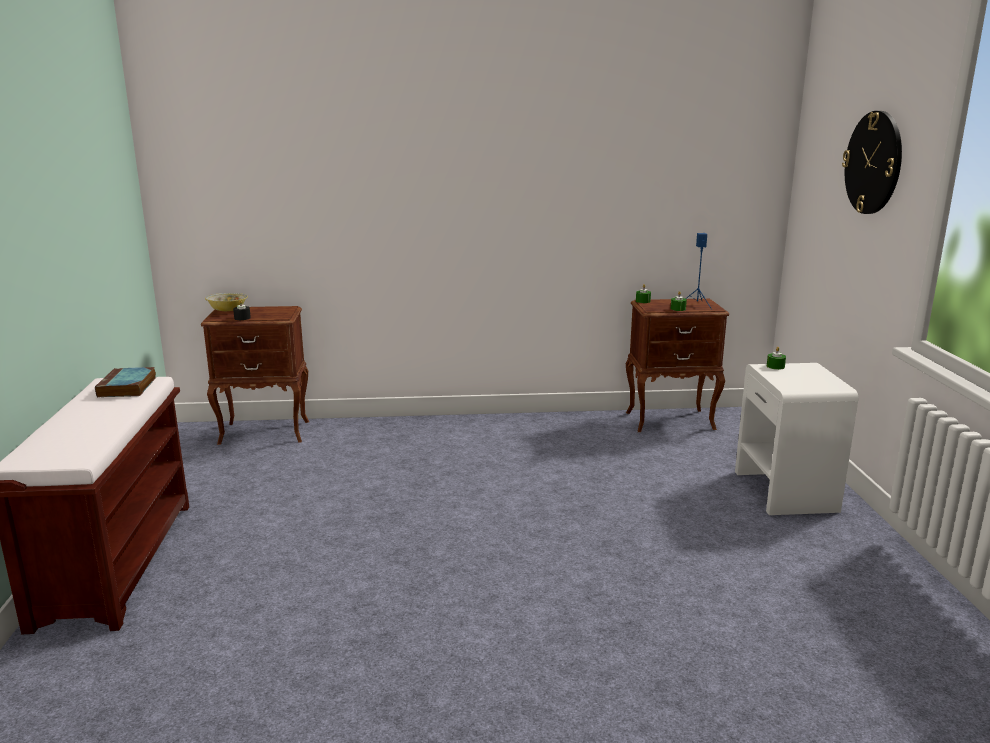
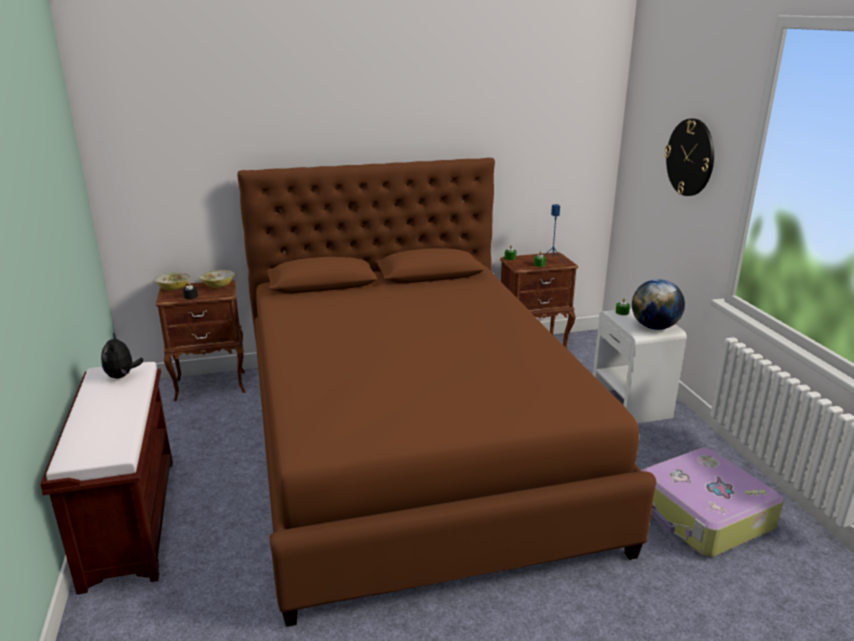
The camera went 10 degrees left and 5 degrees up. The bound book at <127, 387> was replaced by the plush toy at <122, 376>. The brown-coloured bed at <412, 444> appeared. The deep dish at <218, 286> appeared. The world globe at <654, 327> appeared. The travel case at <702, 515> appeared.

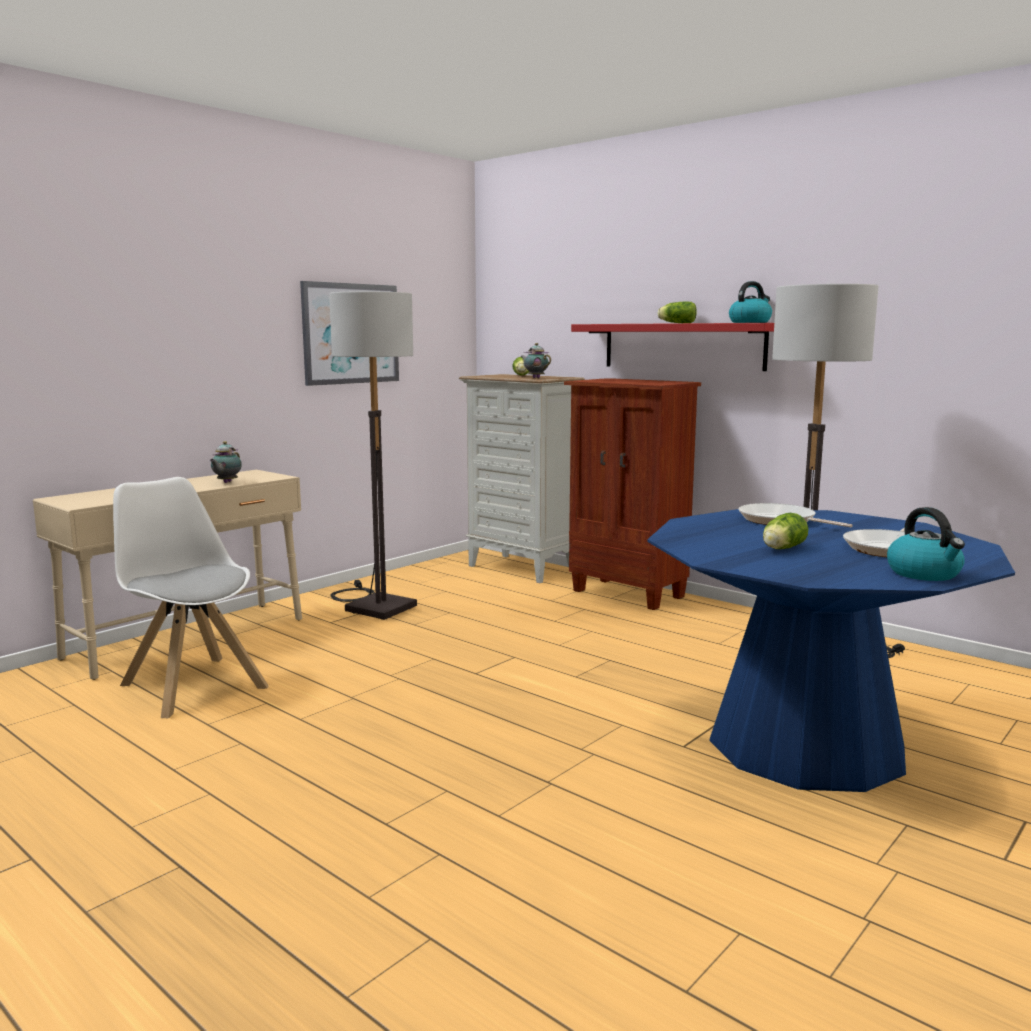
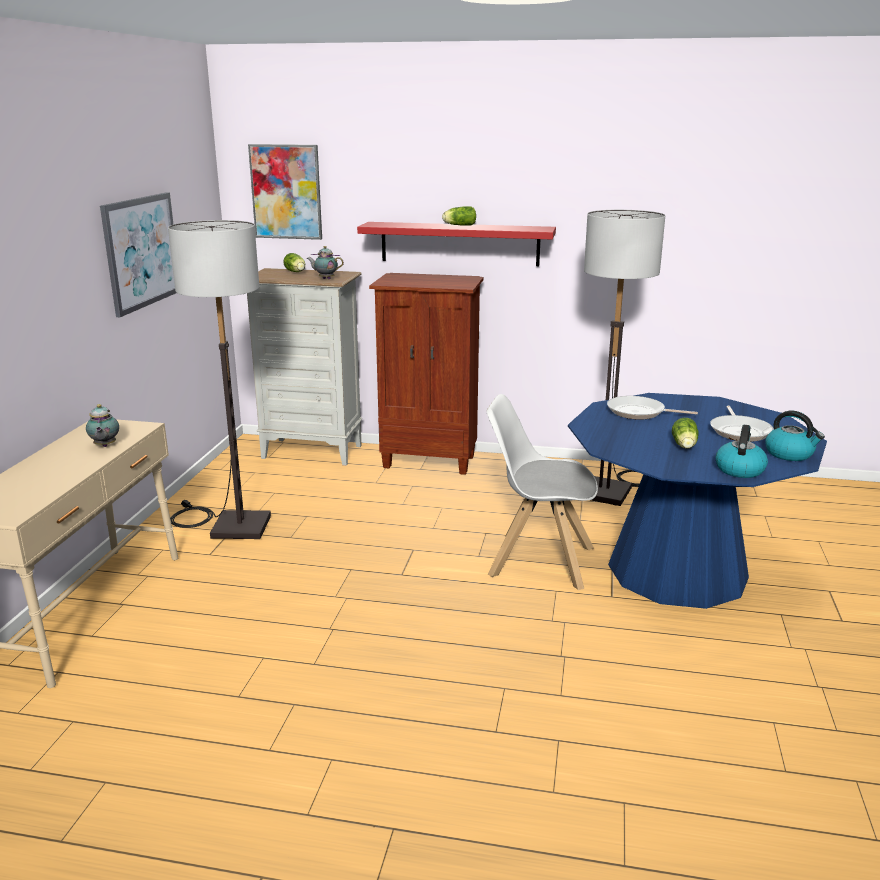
The camera went 30 degrees left and 10 degrees up. The kettle moved from <750, 322> to <739, 469>. The chair moved from <192, 685> to <538, 561>. The wall picture at <286, 192> appeared.

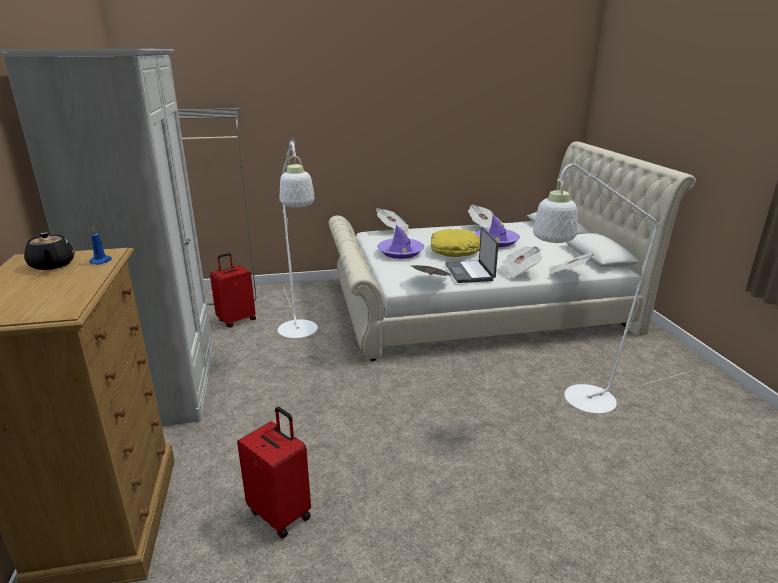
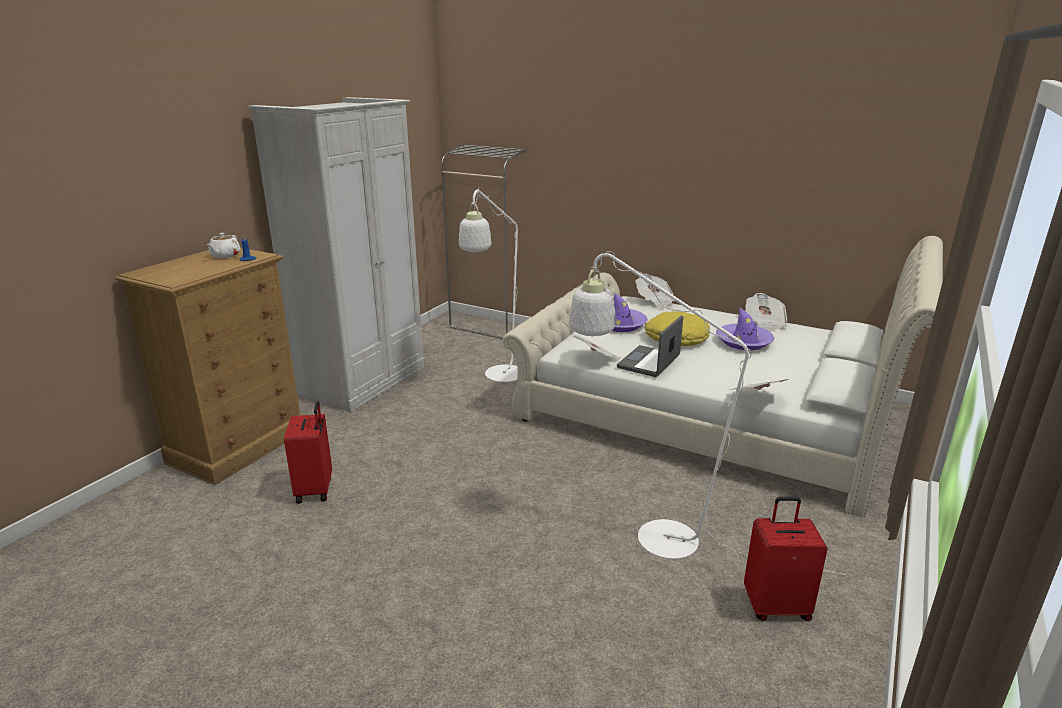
The camera went 40 degrees right and 0 degrees up. The black teapot at <52, 265> became the whitish teapot at <225, 256>. The newspaper at <516, 273> disappeared. The reddish travel case moved from <236, 320> to <776, 606>.

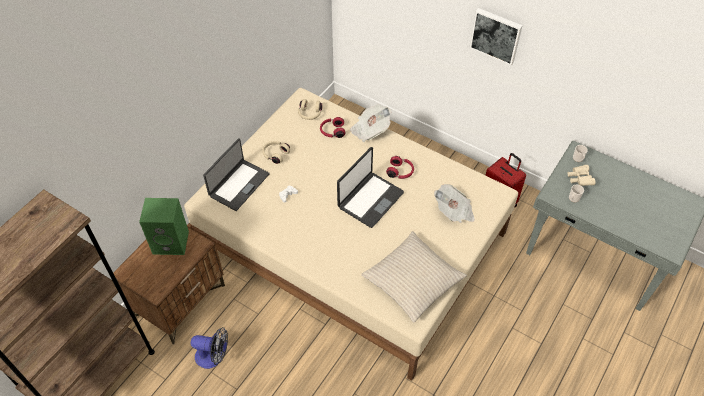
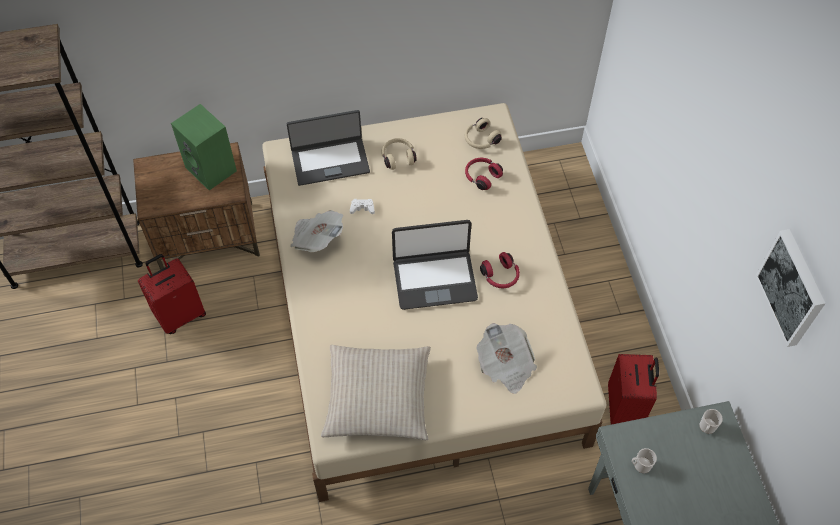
The camera went 45 degrees right and 5 degrees up. The wall picture moved from <496, 35> to <793, 287>. The newspaper moved from <370, 130> to <317, 238>. The beige pair of binoculars at <579, 179> disappeared. The cooling fan at <213, 357> was replaced by the reddish travel case at <180, 314>.

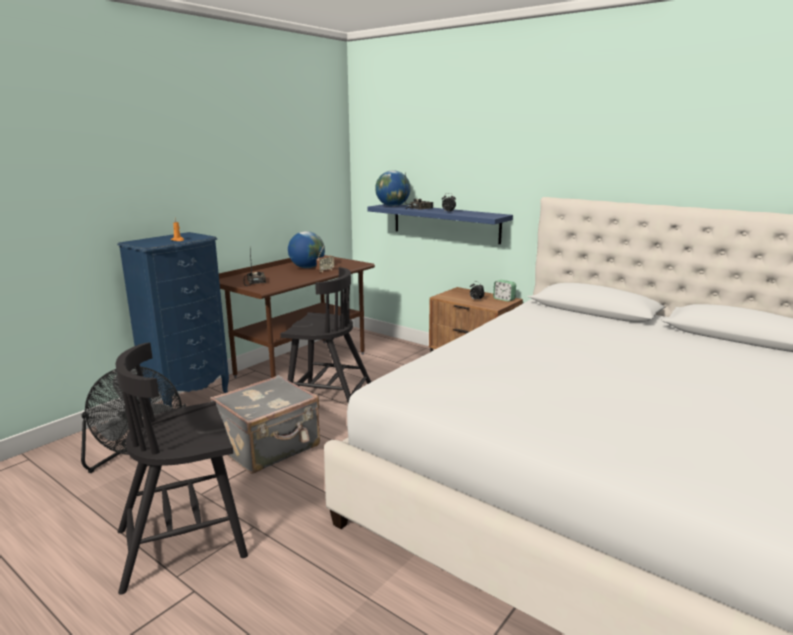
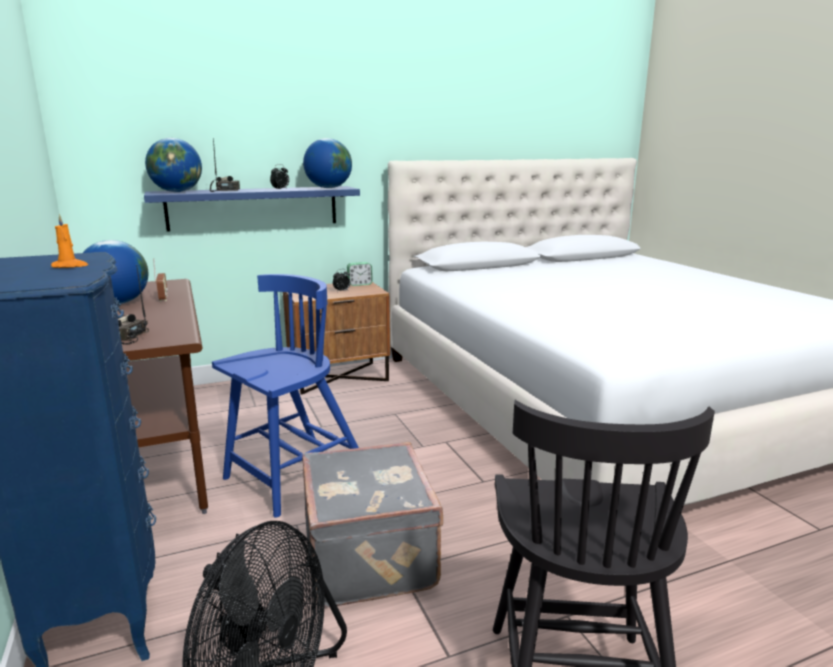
The camera went 60 degrees left and 0 degrees up. The black chair at <329, 401> became the blue chair at <294, 475>. The world globe at <328, 188> appeared.

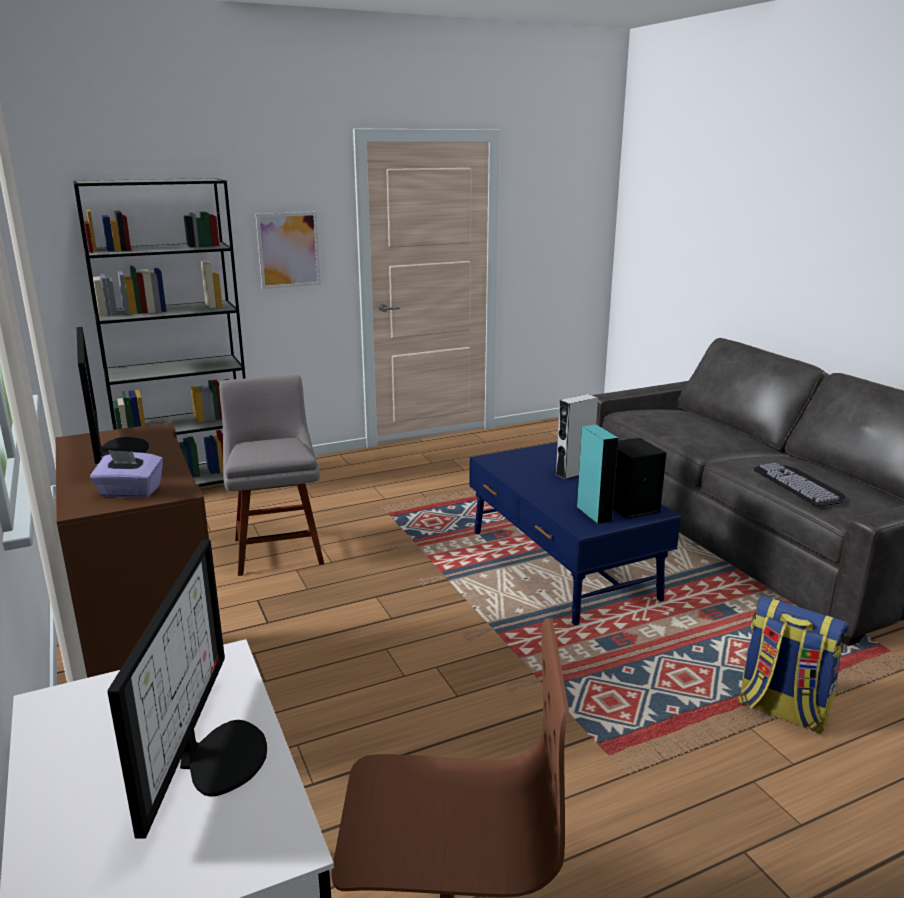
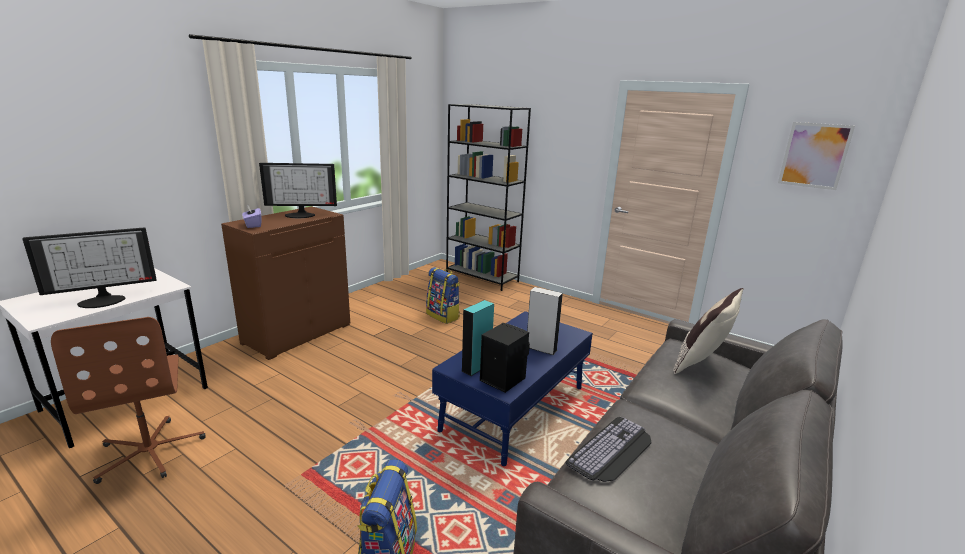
The camera went 60 degrees right and 0 degrees up. The wall picture moved from <288, 250> to <814, 155>. The monitor at <116, 450> turned 45 degrees clockwise. The gray chair at <278, 548> was replaced by the backpack at <443, 316>. The cushion at <702, 364> appeared.

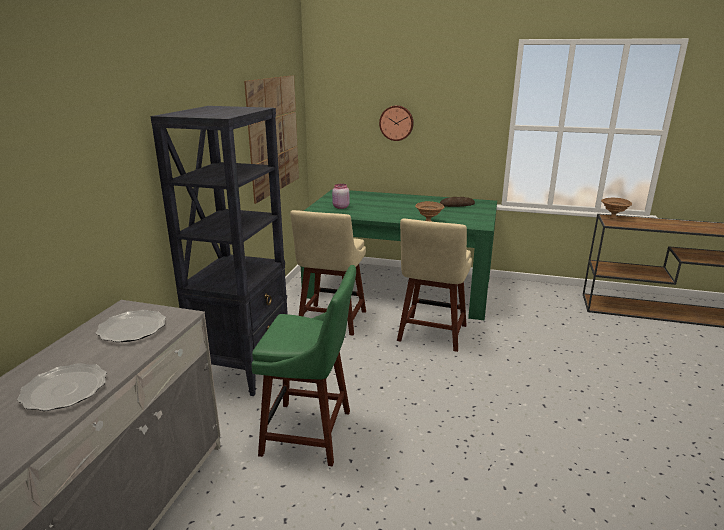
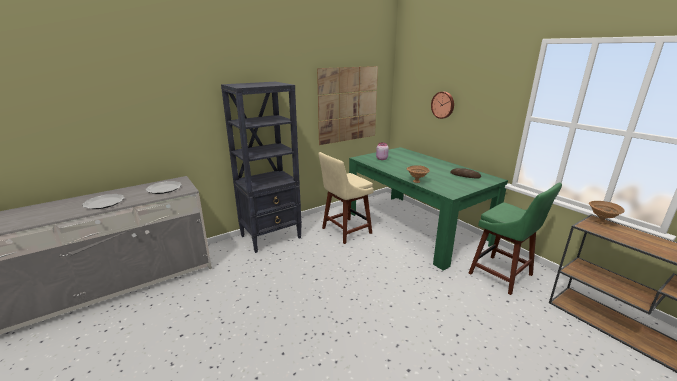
The camera went 40 degrees right and 0 degrees up. The beige chair at <431, 335> disappeared. The greenish chair moved from <312, 433> to <503, 275>.

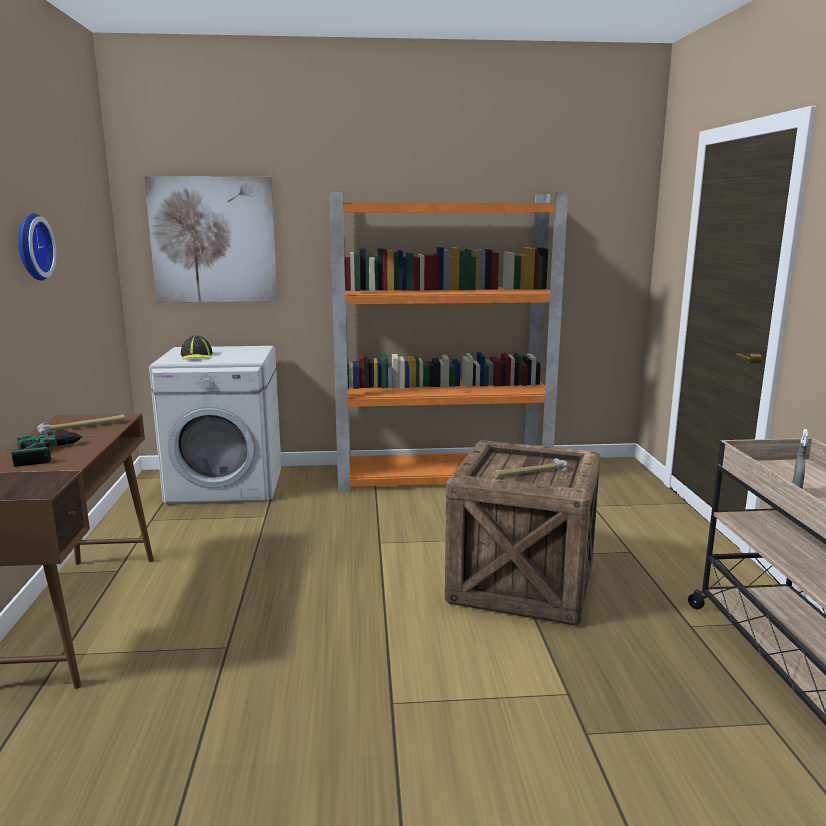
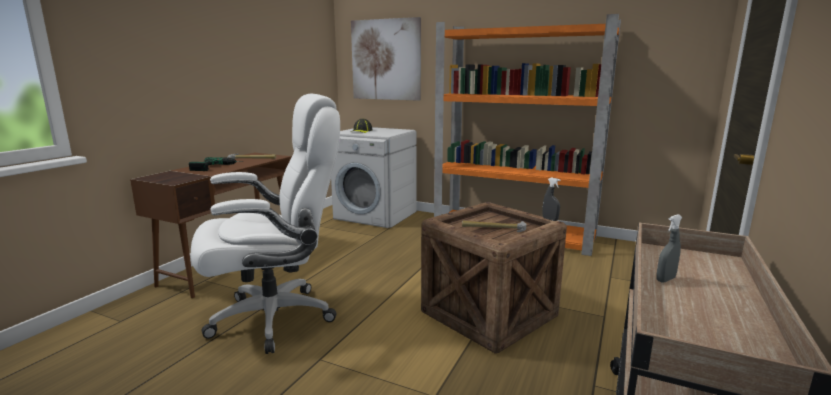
The camera went 30 degrees right and 0 degrees up. The clock on the wall at <31, 247> disappeared. The whitish office chair at <275, 318> appeared. The gray sprayer at <550, 219> appeared.

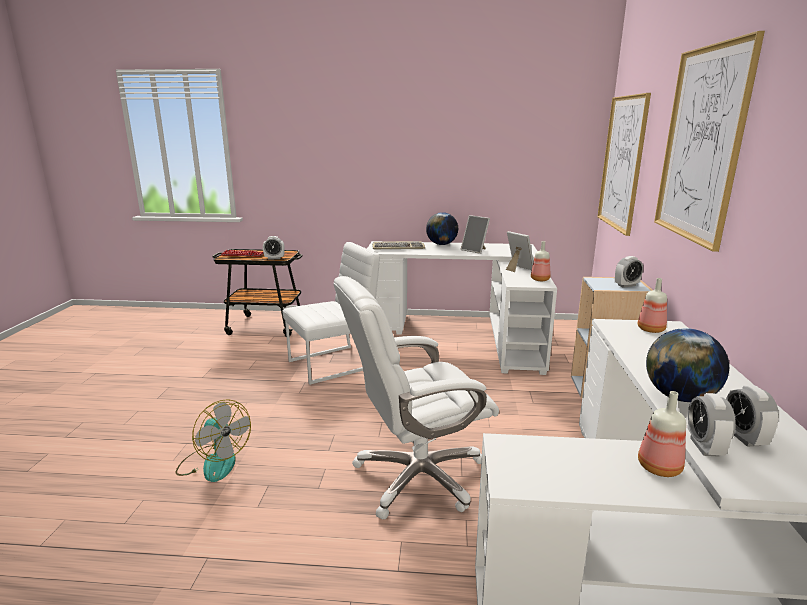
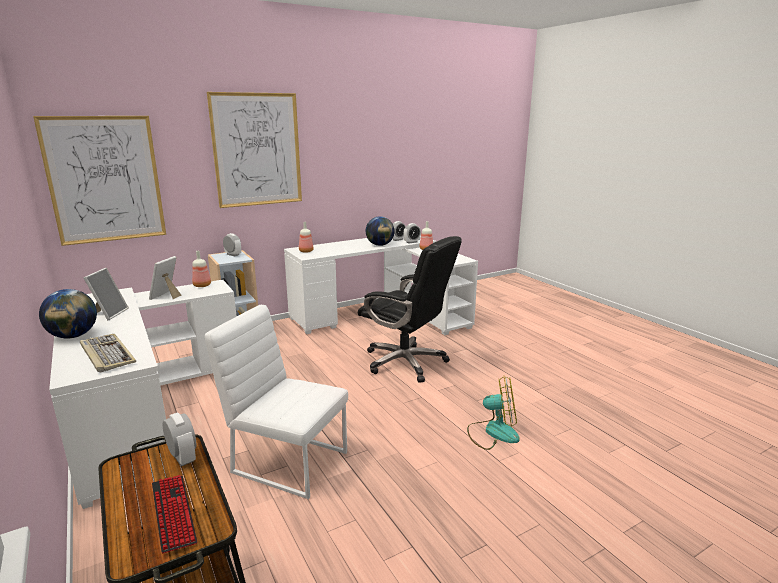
The camera went 125 degrees left and 0 degrees up. The whitish office chair at <417, 477> became the black office chair at <406, 362>. The cooling fan at <214, 462> turned 90 degrees clockwise.

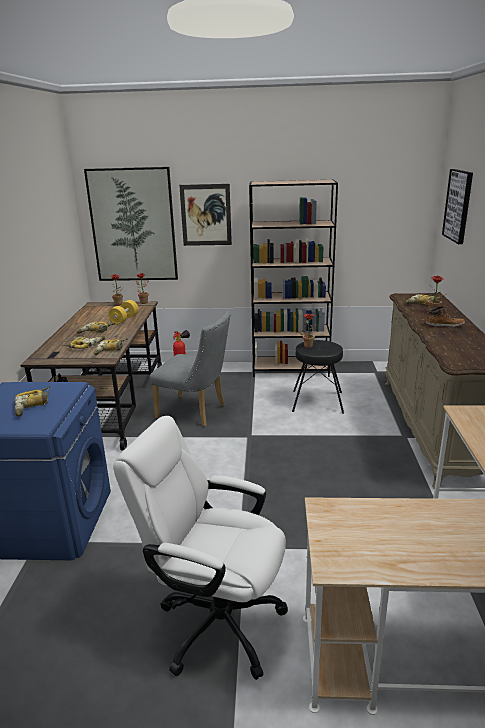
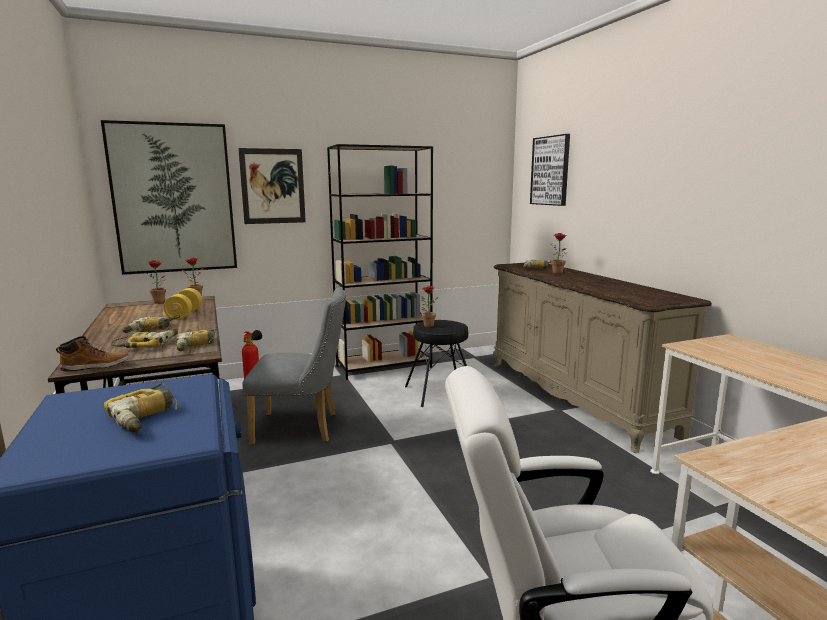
The camera went 25 degrees left and 10 degrees down. The boot moved from <444, 325> to <96, 366>.

